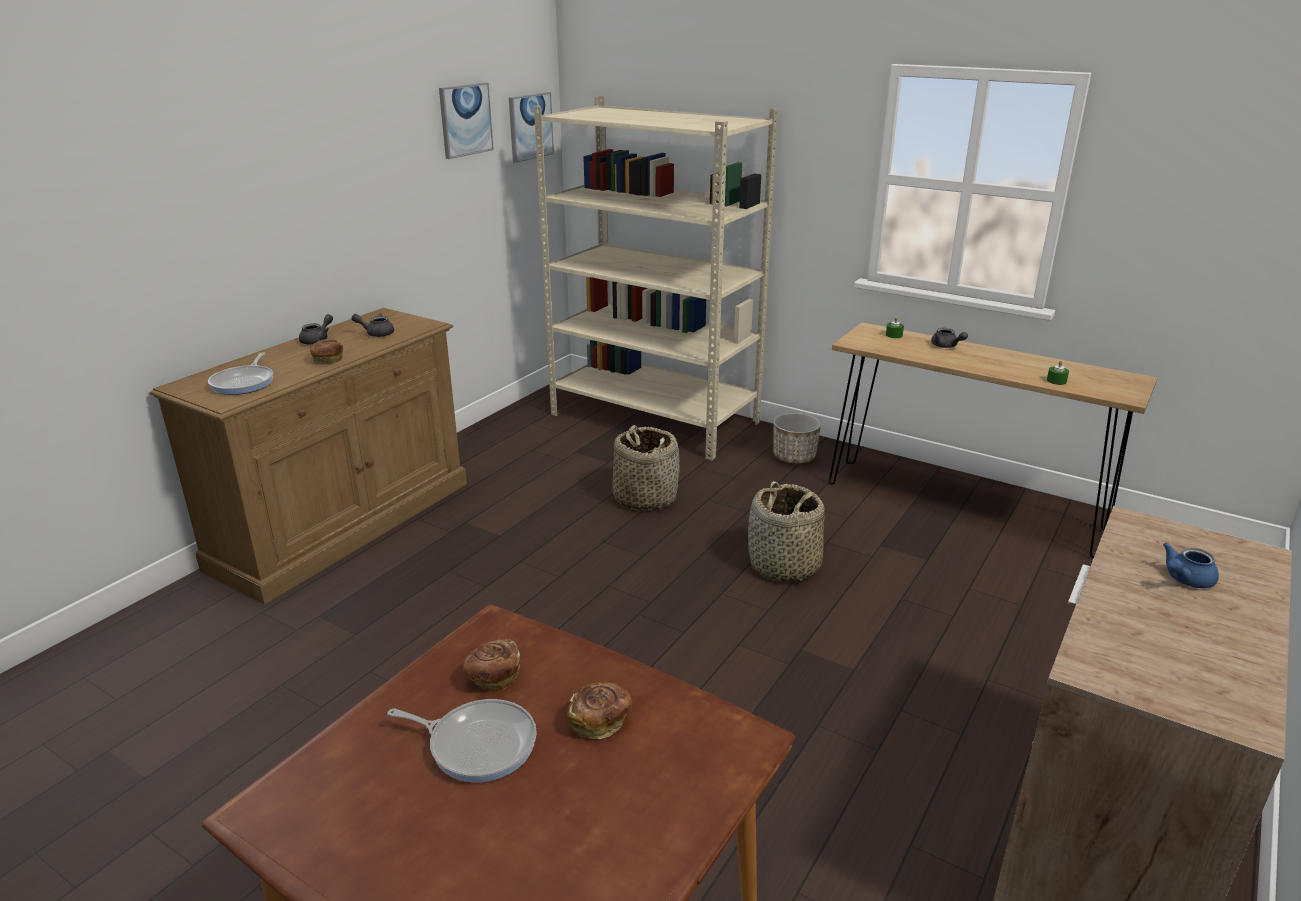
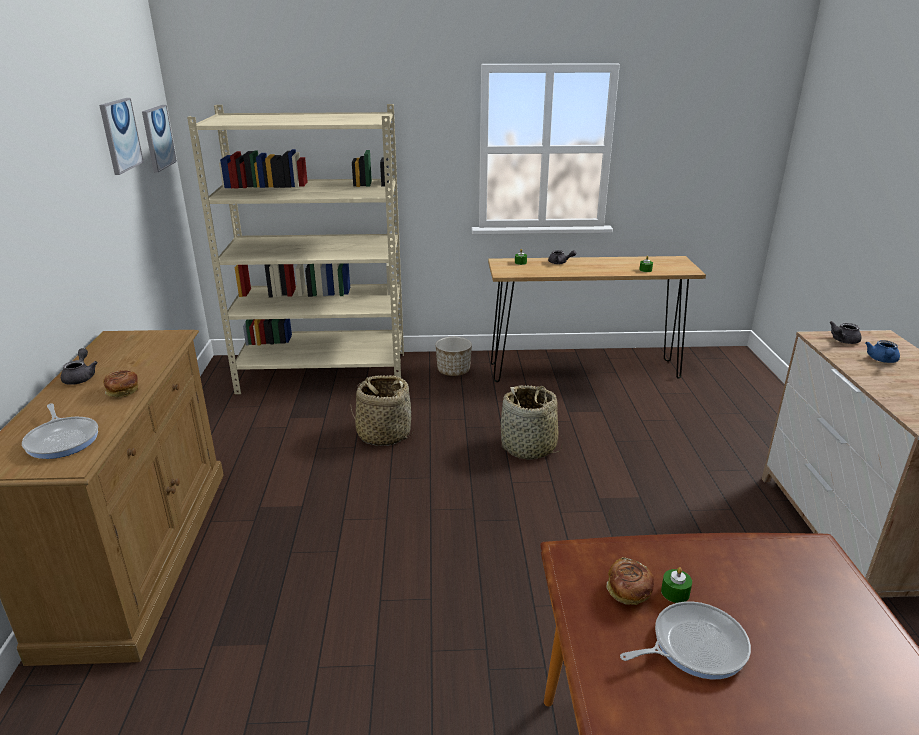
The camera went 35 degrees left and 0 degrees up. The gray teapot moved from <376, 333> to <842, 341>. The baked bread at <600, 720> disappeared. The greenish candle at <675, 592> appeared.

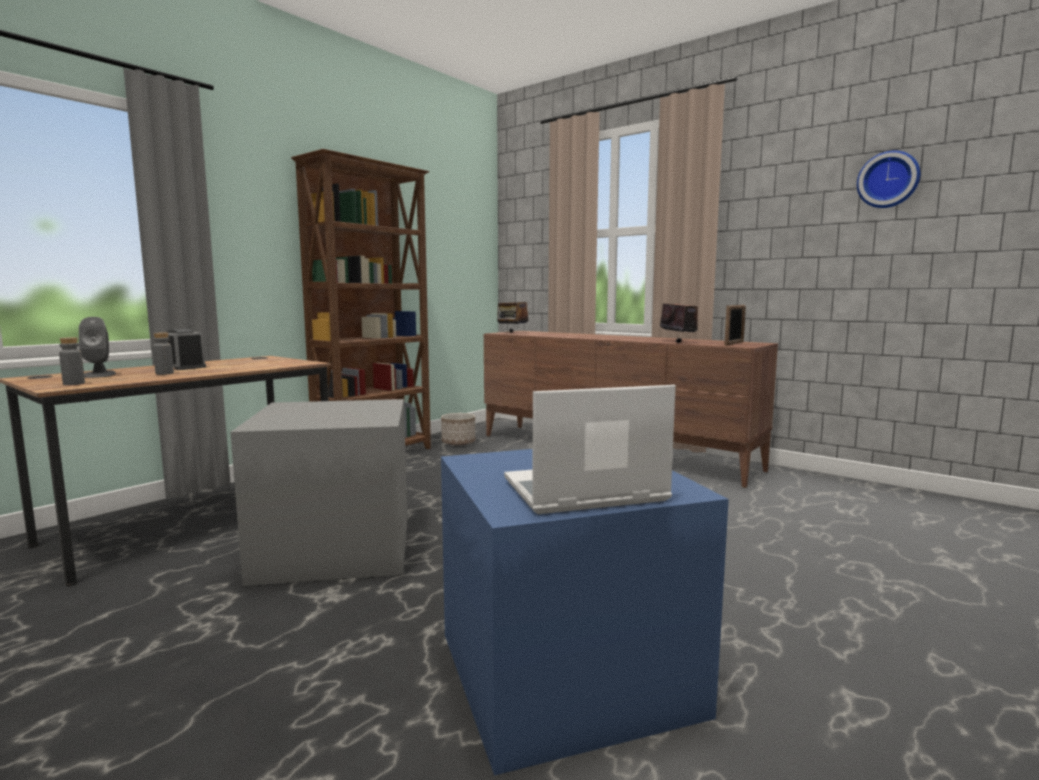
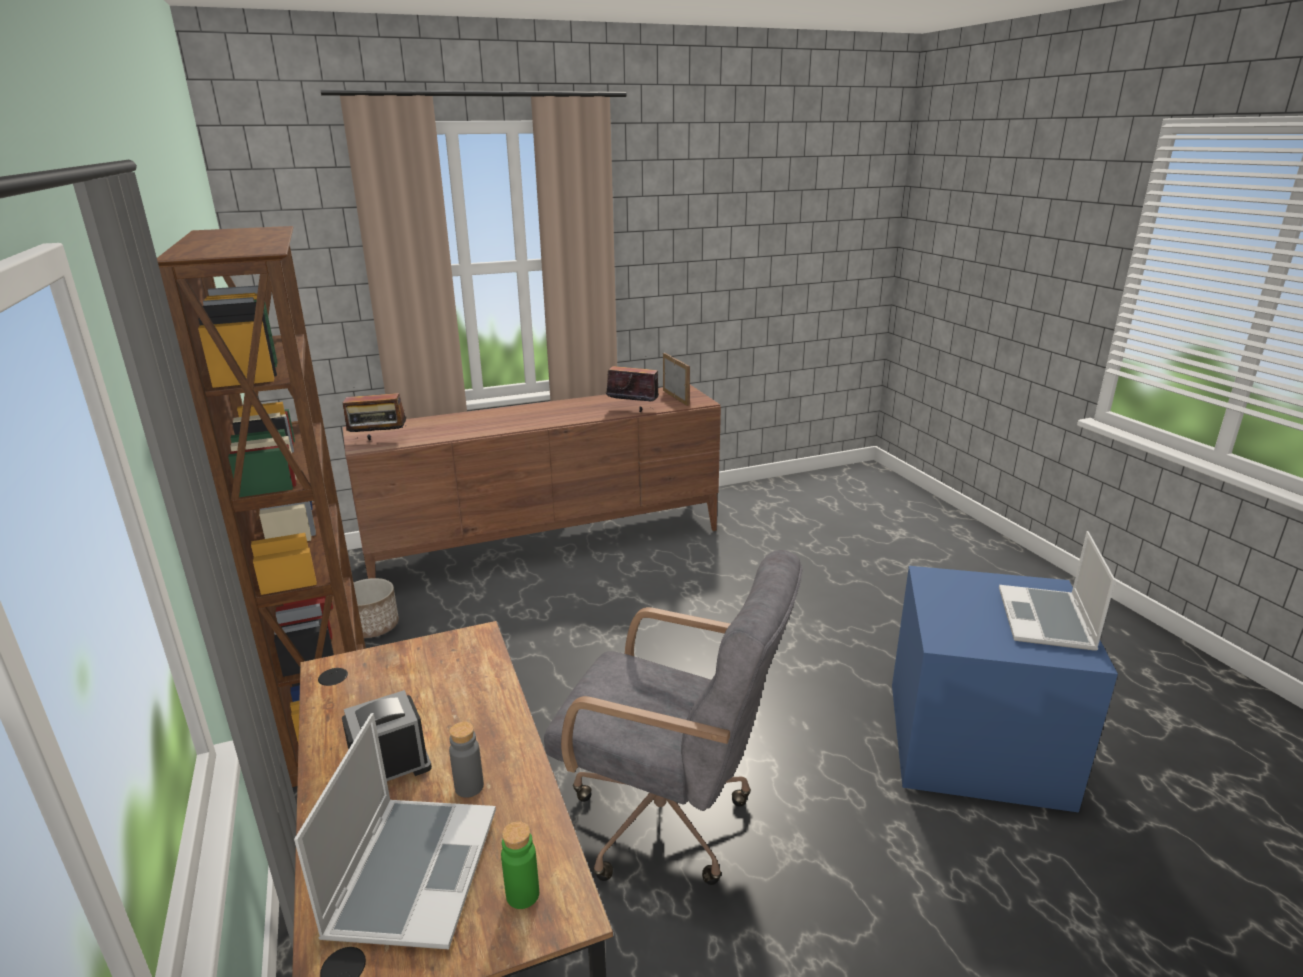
The camera went 60 degrees left and 15 degrees up. The clock on the wall at <888, 180> disappeared. The gray speaker at <99, 375> was replaced by the laptop at <413, 871>. The gray drink bottle at <74, 384> became the greenish drink bottle at <522, 894>. The gray storage bin at <333, 549> was replaced by the gray office chair at <670, 824>.

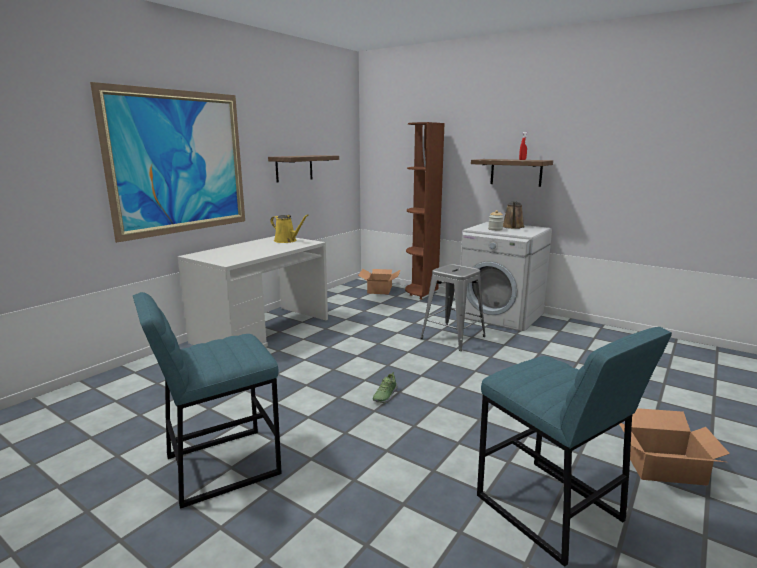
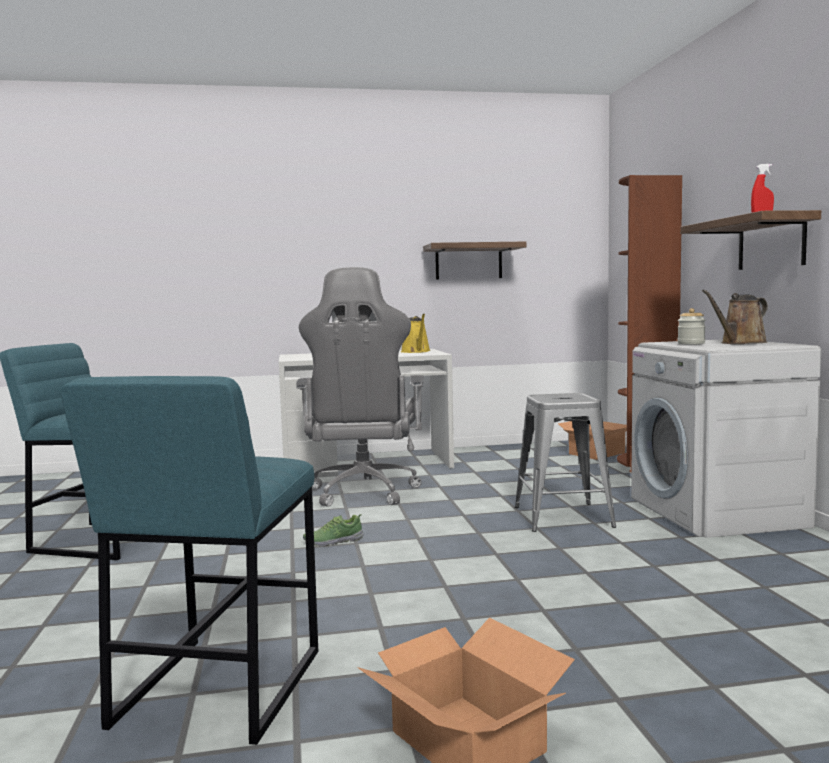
The camera went 45 degrees right and 10 degrees down. The wall picture at <179, 162> disappeared. The gray office chair at <364, 490> appeared.

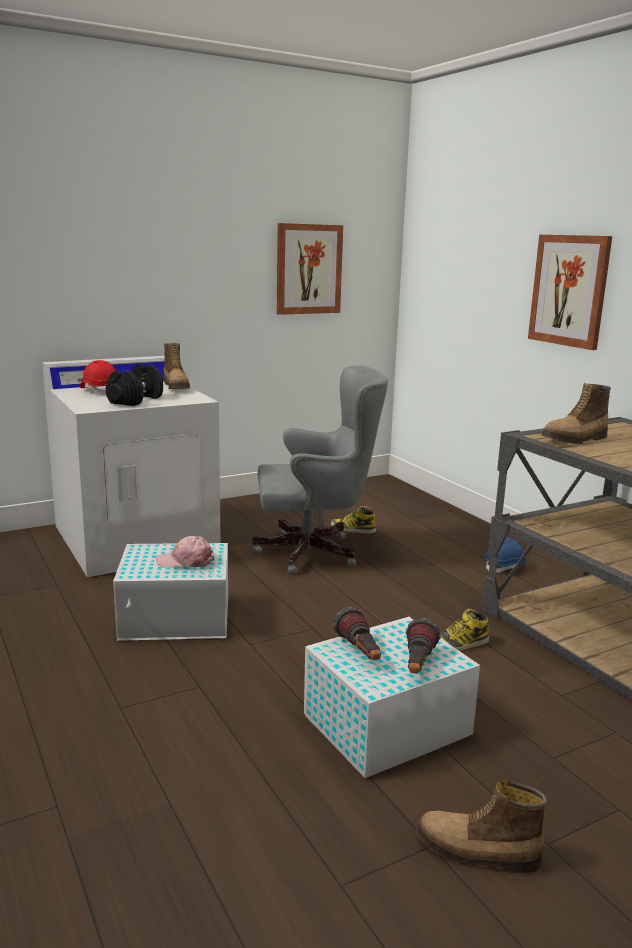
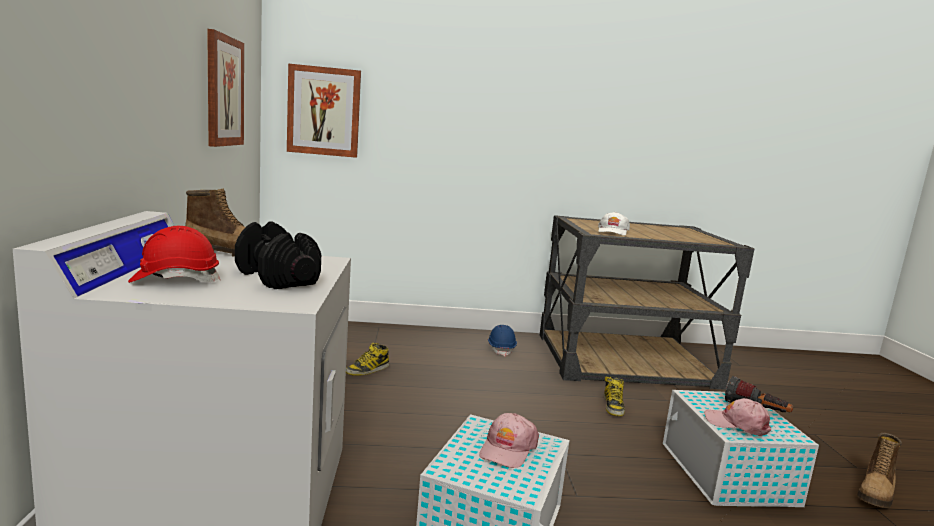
The camera went 65 degrees left and 5 degrees down. The wall picture moved from <569, 290> to <324, 111>. The gray office chair at <314, 552> disappeared. The boot at <575, 440> was replaced by the whitish baseball cap at <612, 231>. The hand torch at <360, 652> was replaced by the pink-coloured baseball cap at <737, 424>.

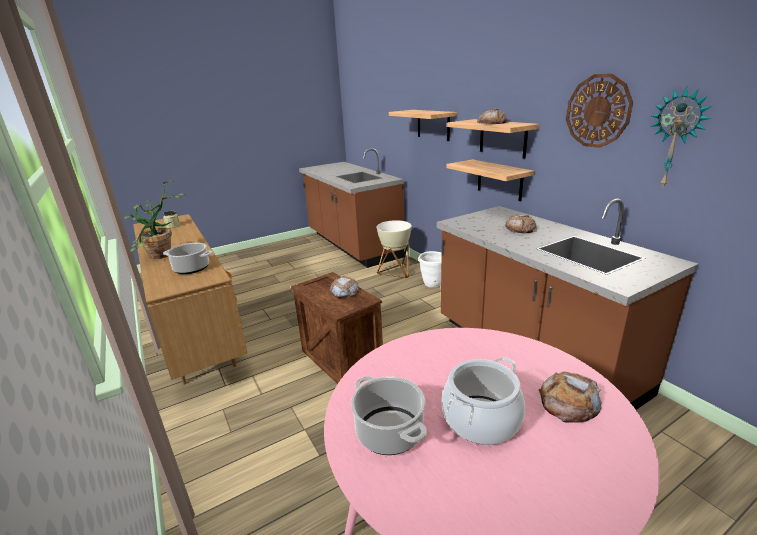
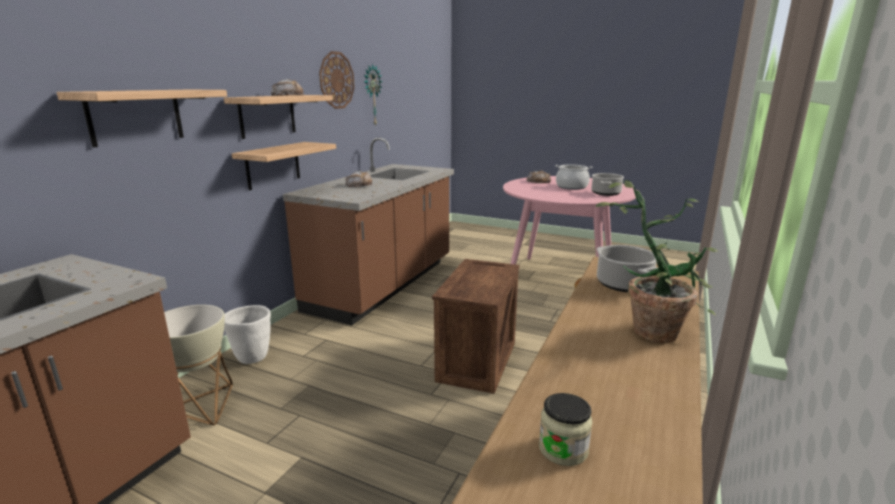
The camera went 125 degrees left and 5 degrees down. The baked bread at <344, 291> disappeared.

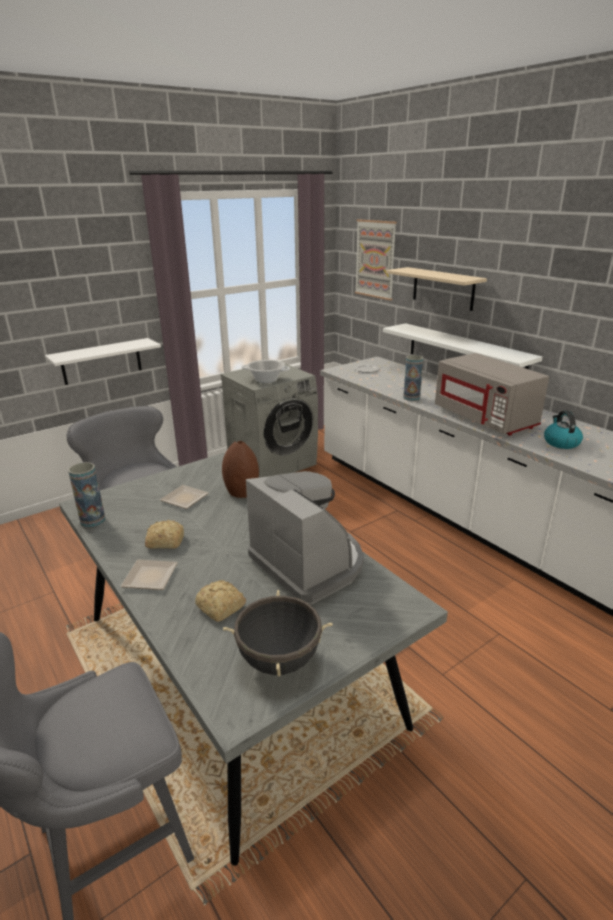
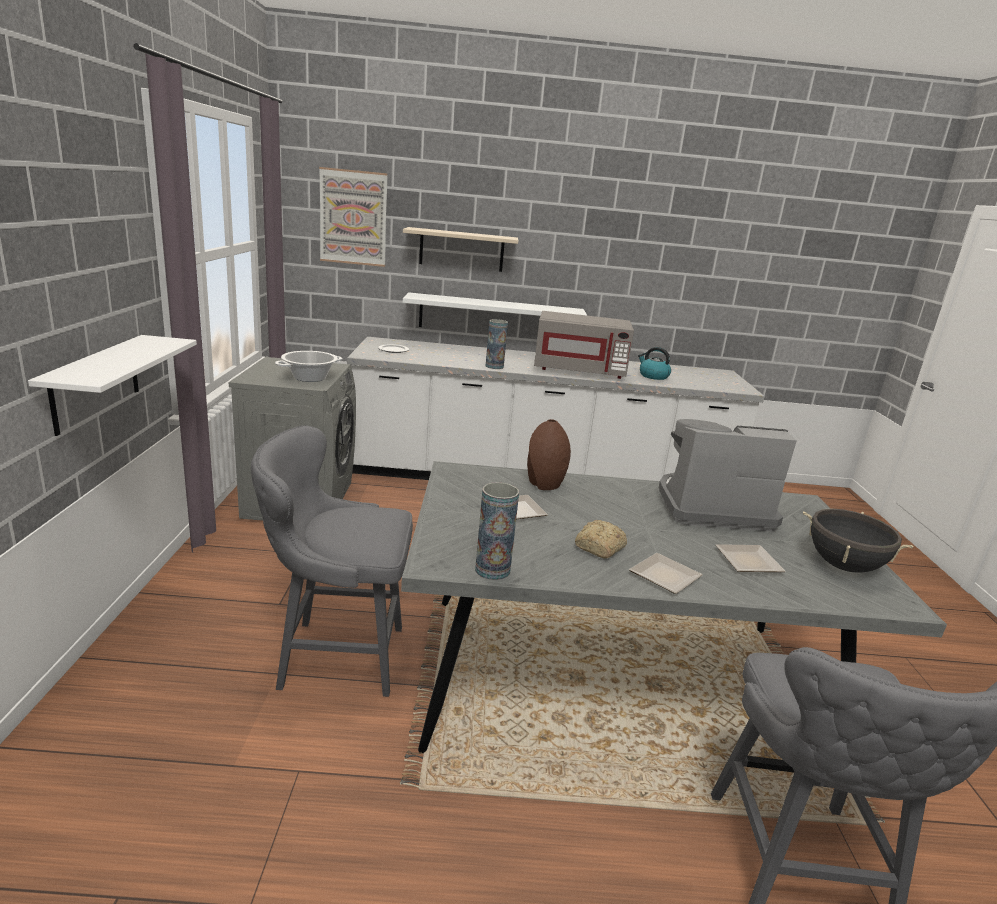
The camera went 55 degrees left and 5 degrees down. The baked bread at <220, 608> was replaced by the dinner plate at <750, 562>.

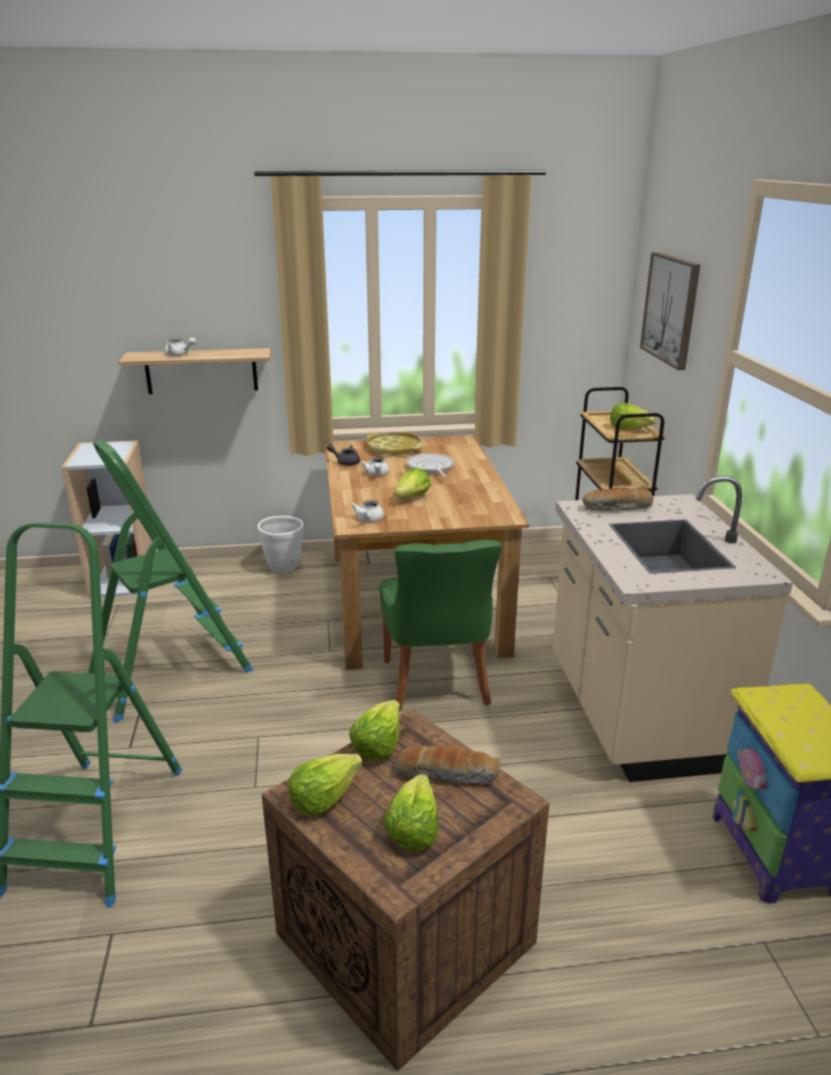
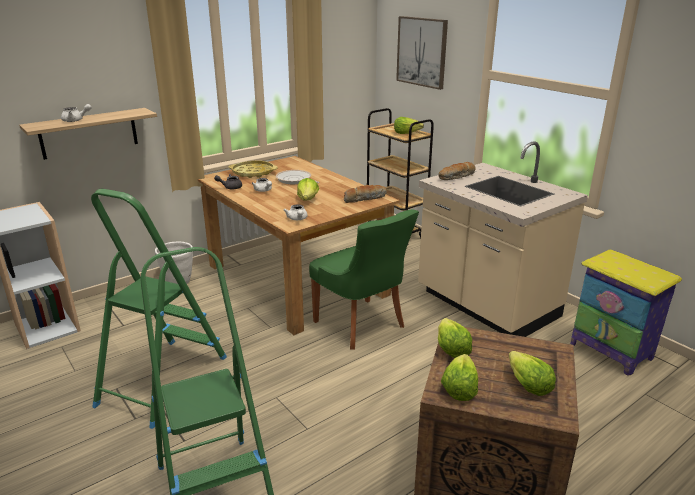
The camera went 30 degrees left and 0 degrees up. The baked bread moved from <447, 774> to <364, 198>.

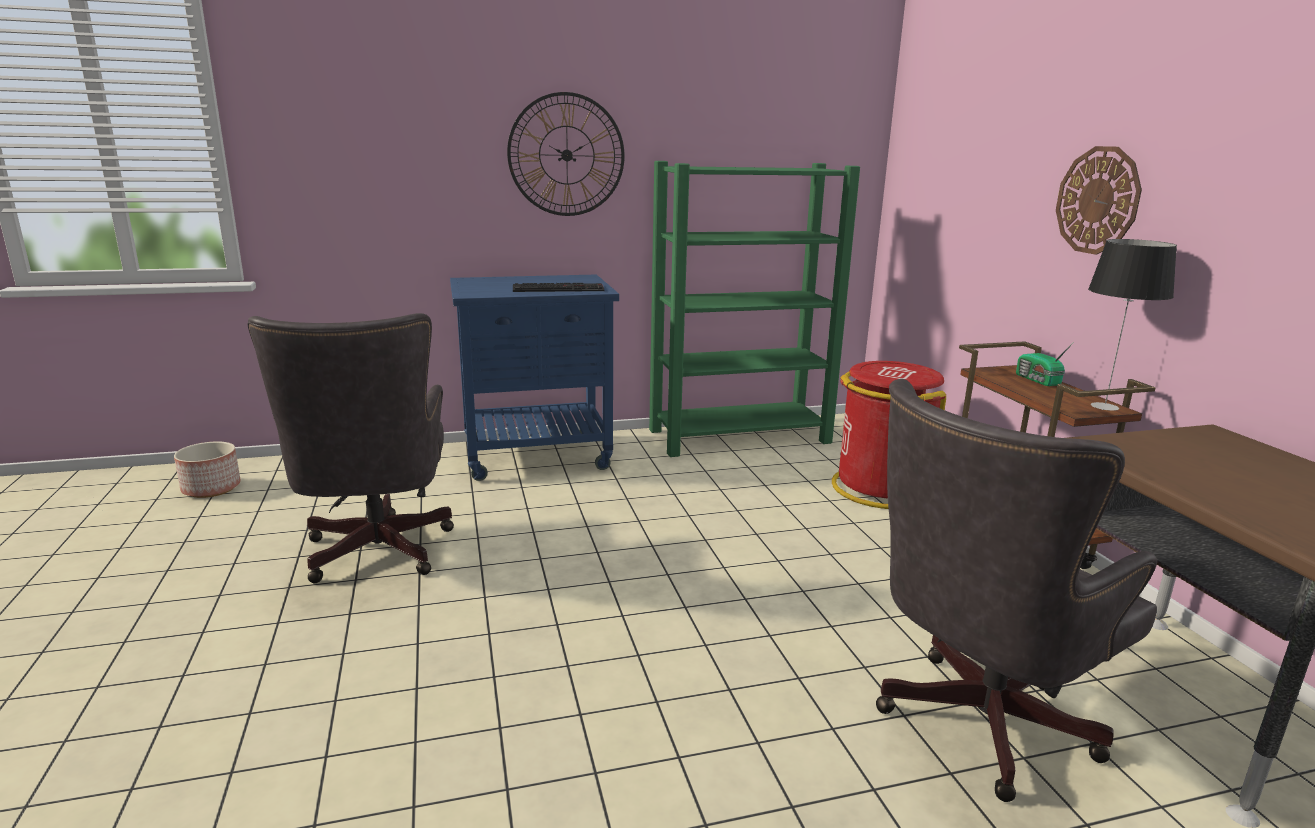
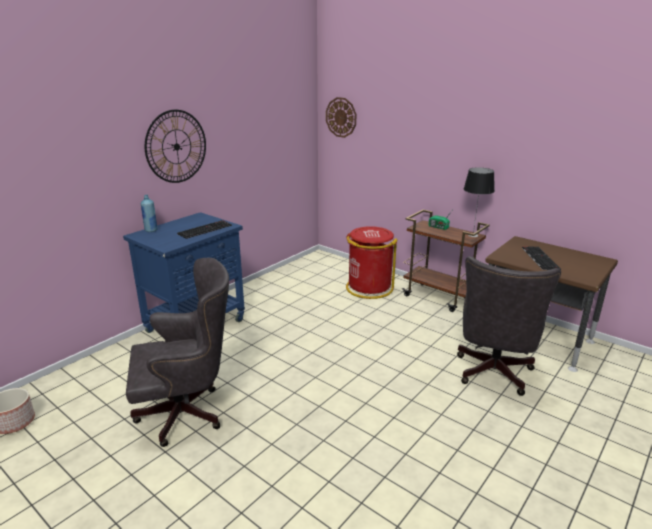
The camera went 35 degrees left and 5 degrees up. The clock on the wall moved from <1097, 200> to <341, 117>. The greenish bookcase at <739, 436> disappeared. The gray office chair at <377, 554> turned 60 degrees counterclockwise. The blue drink bottle at <151, 230> appeared. The PC keyboard at <539, 258> appeared.

